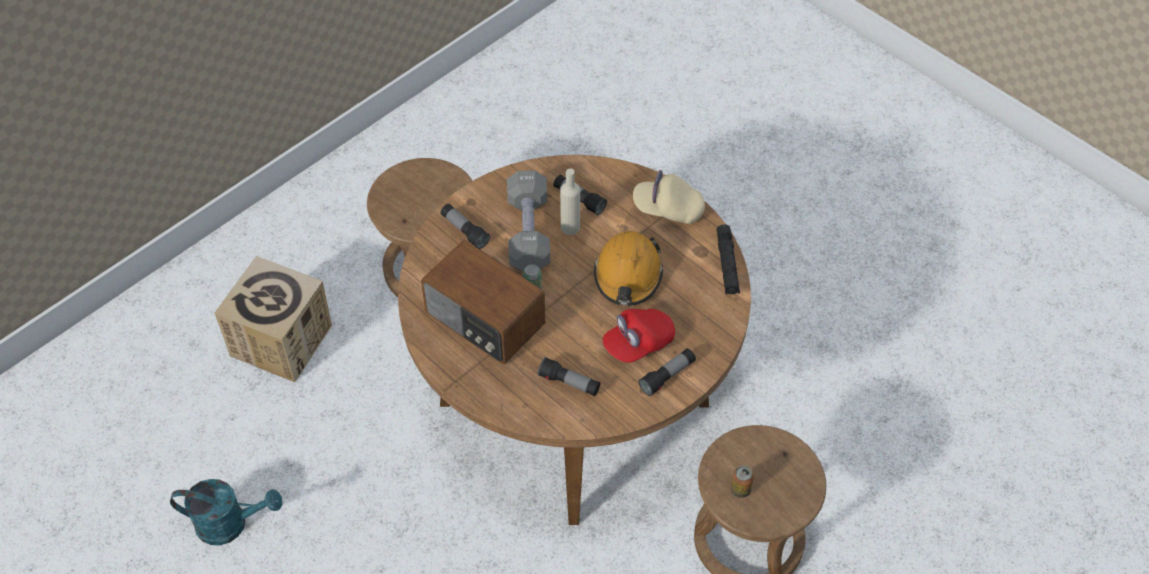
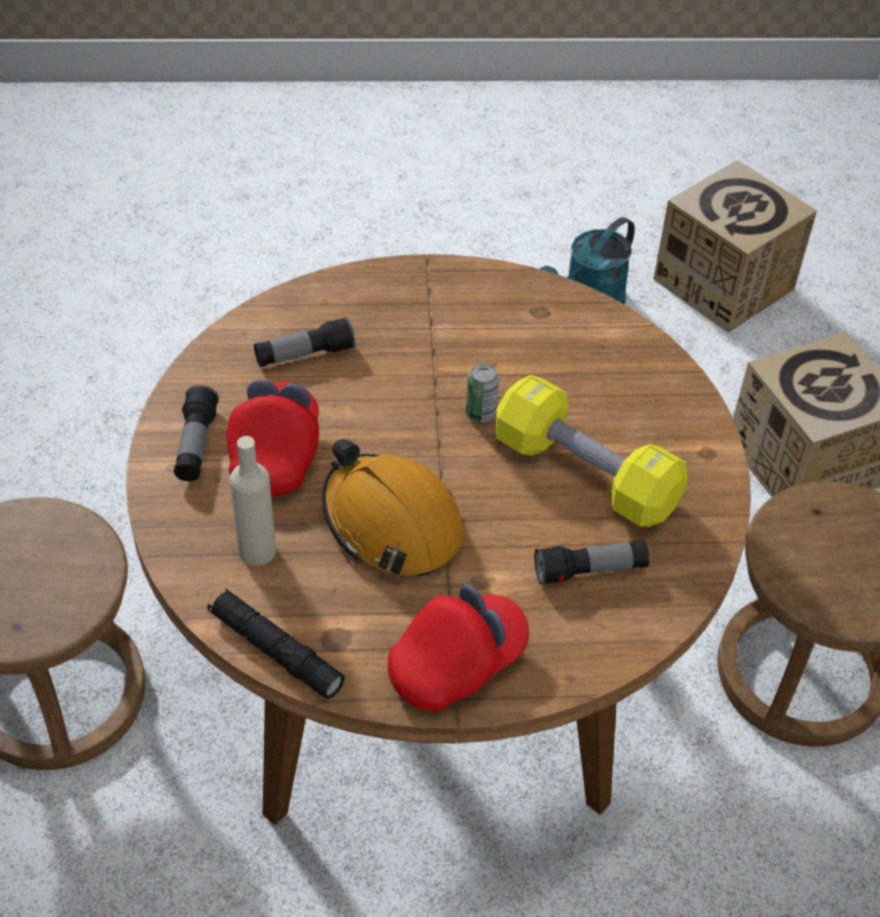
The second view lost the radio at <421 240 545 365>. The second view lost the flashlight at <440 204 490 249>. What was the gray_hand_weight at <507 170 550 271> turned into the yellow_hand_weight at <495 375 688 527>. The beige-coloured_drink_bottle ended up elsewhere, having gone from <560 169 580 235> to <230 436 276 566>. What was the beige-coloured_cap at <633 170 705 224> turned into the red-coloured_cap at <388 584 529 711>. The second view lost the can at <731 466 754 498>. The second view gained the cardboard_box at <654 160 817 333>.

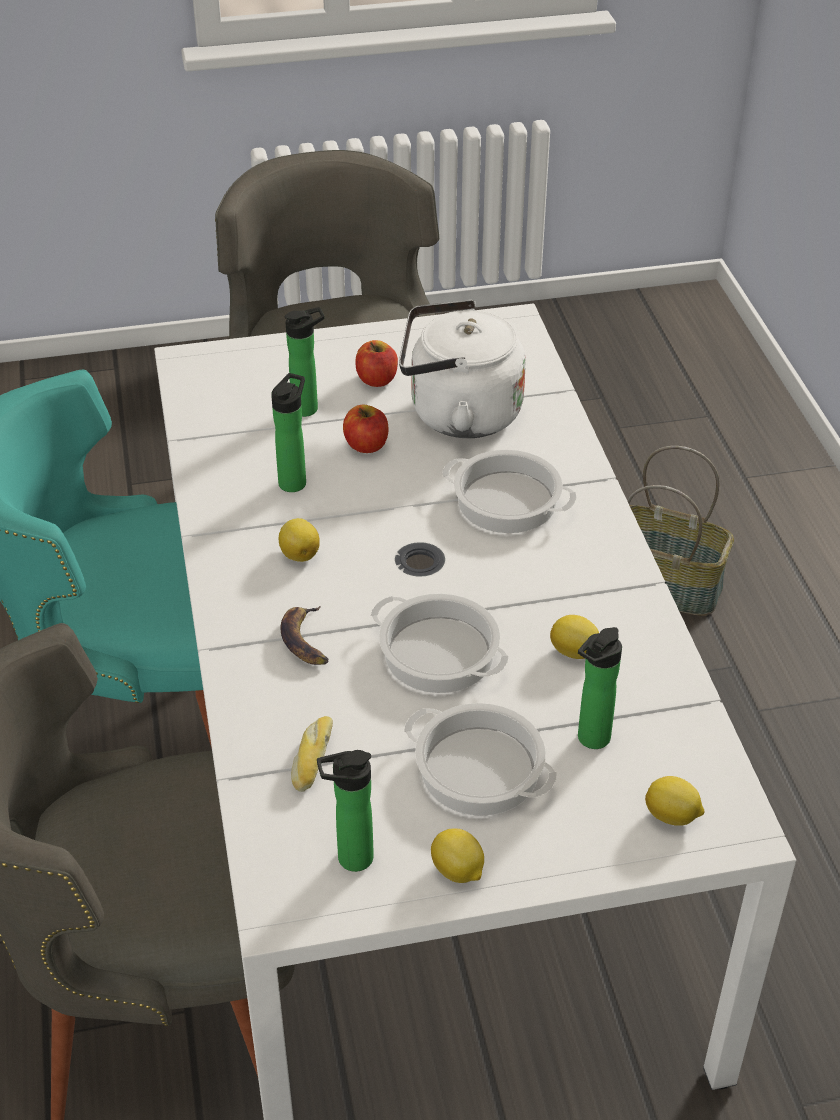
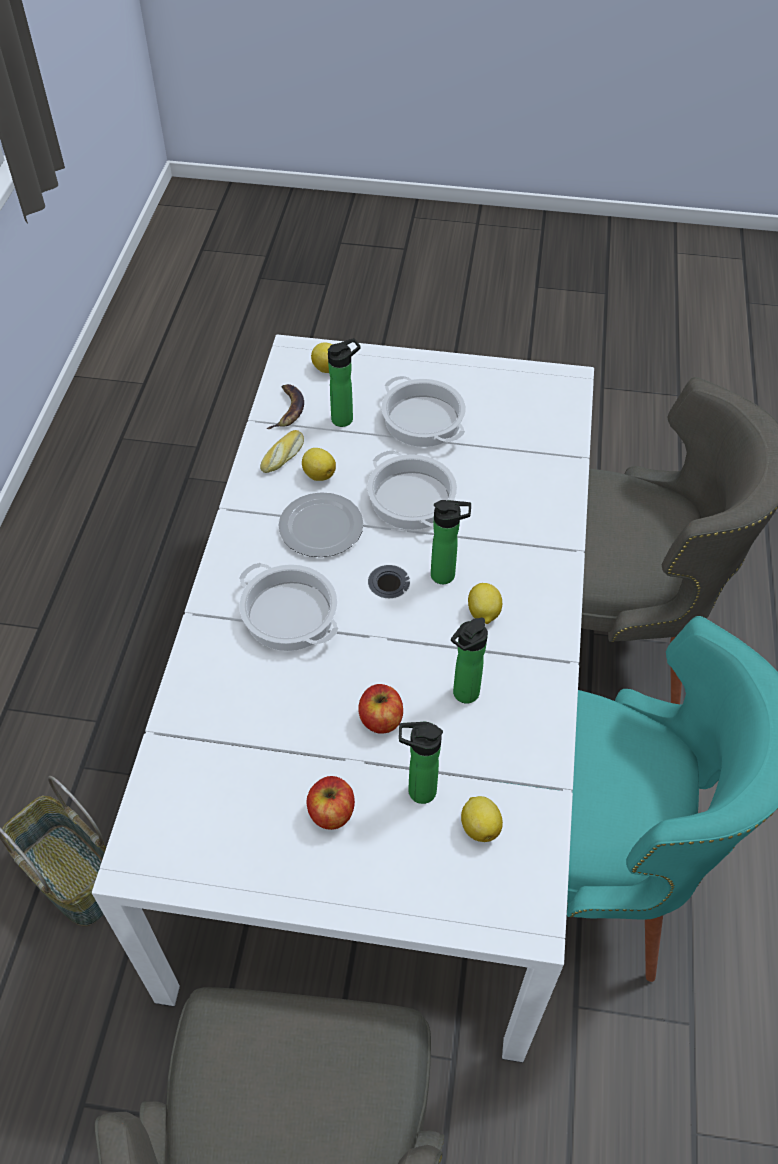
The banana_fruit ended up elsewhere, having gone from <281 606 329 665> to <267 384 304 429>. The baked_bread ended up elsewhere, having gone from <291 716 333 792> to <260 430 304 473>. The drink_bottle ended up elsewhere, having gone from <317 750 374 872> to <431 500 471 584>. The second view lost the white_tea_kettle at <399 300 526 438>. The citrus_fruit ended up elsewhere, having gone from <431 828 484 883> to <461 796 503 842>. The second view gained the flat_dish at <279 492 363 557>.

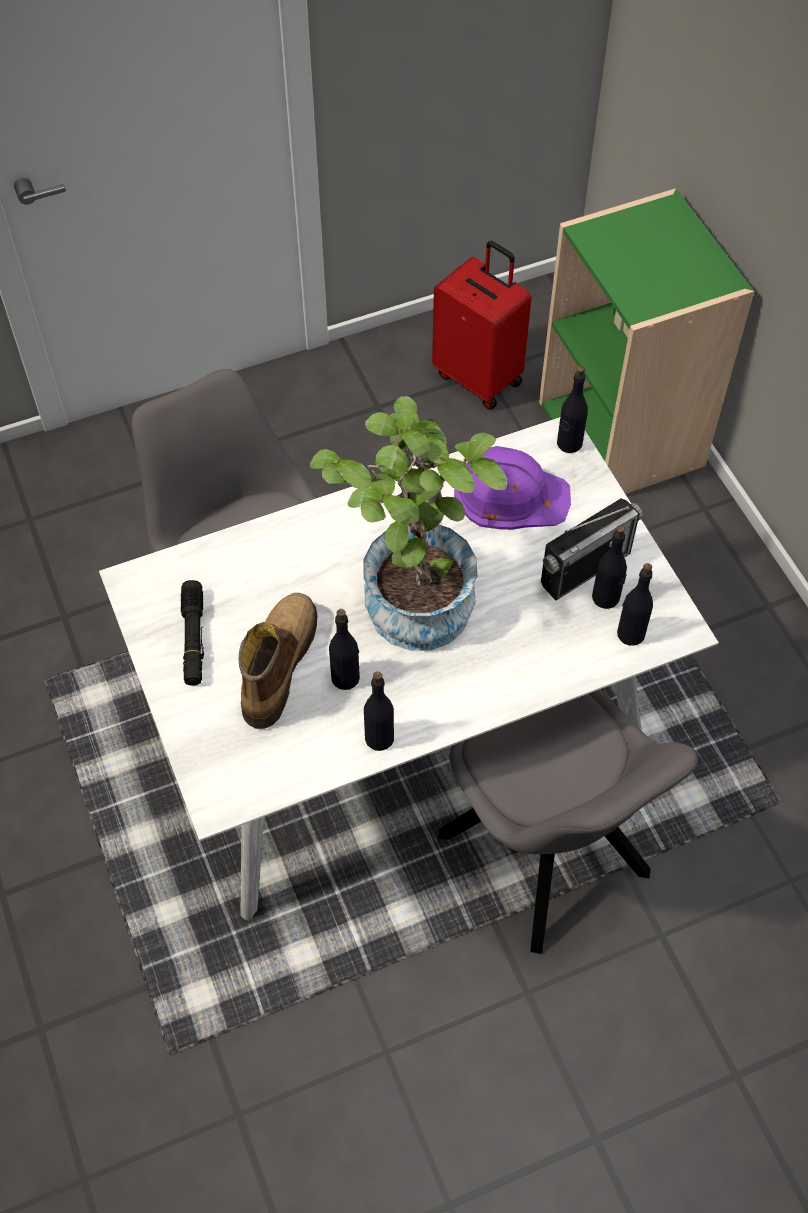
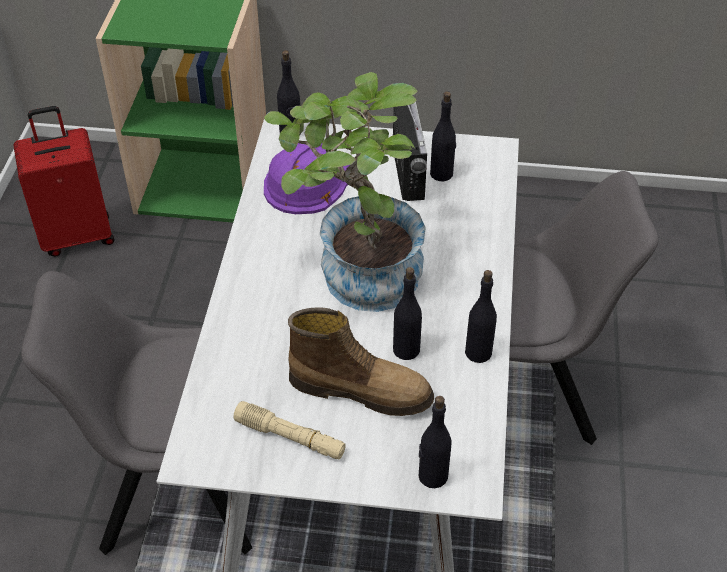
What was the black_flashlight at <181 580 204 686> turned into the beige-coloured_flashlight at <233 401 346 459>. The tall_boot at <239 593 317 729> ended up facing another way, 150 degrees clockwise from before. The black_drink_bottle ended up elsewhere, having gone from <617 563 653 646> to <419 396 451 488>.

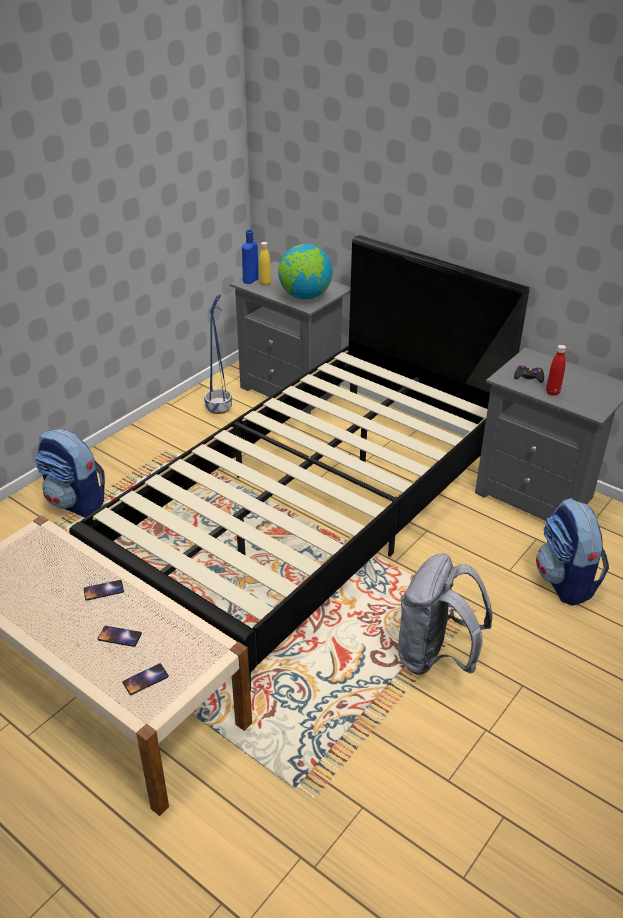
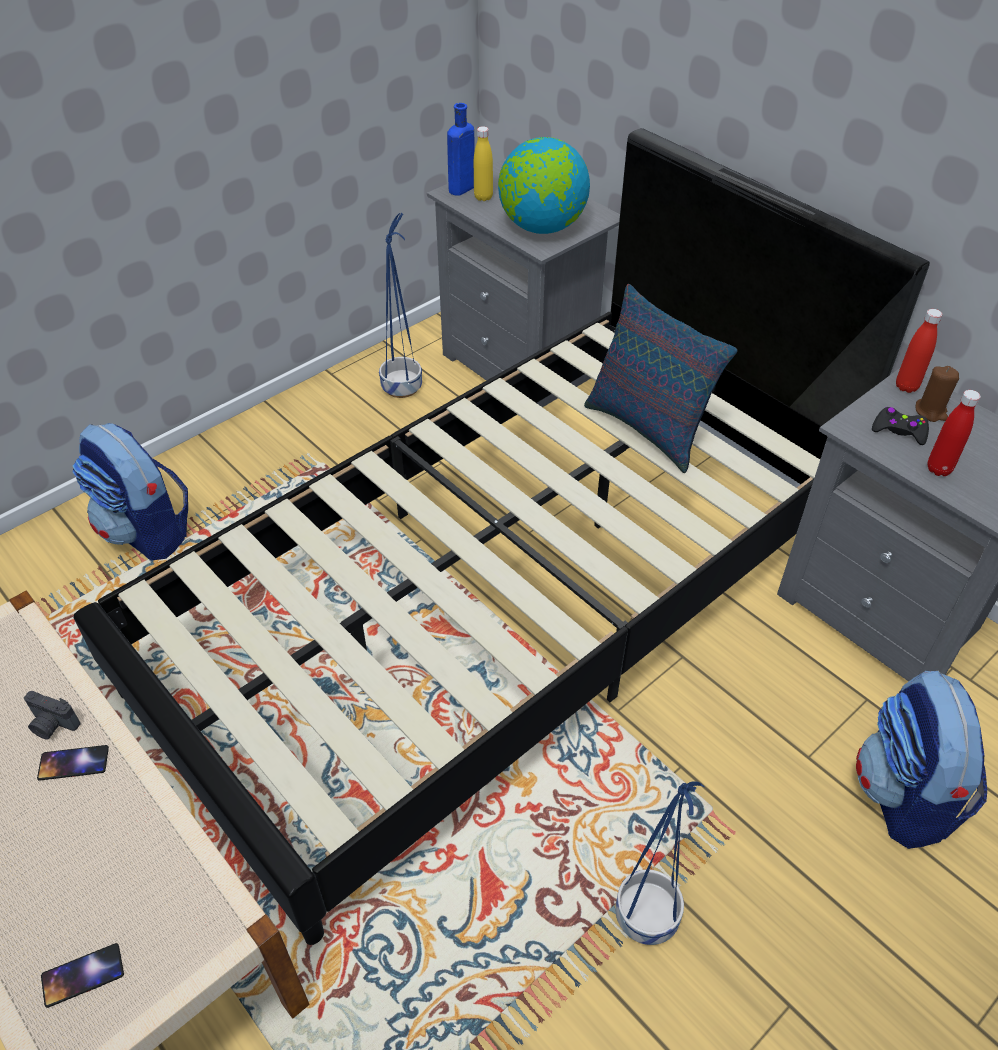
The second view lost the handset at <98 626 142 647>. Where the gray_backpack stood at <398 553 492 674>, the bluish_plant_pot came to stand at <615 781 705 945>. The second view gained the still_camera at <24 691 81 740>. The second view gained the bluish_pillow at <584 284 738 473>. The second view gained the red-coloured_drink_bottle at <896 309 942 393>. The second view gained the brown-coloured_candle at <916 366 959 422>.

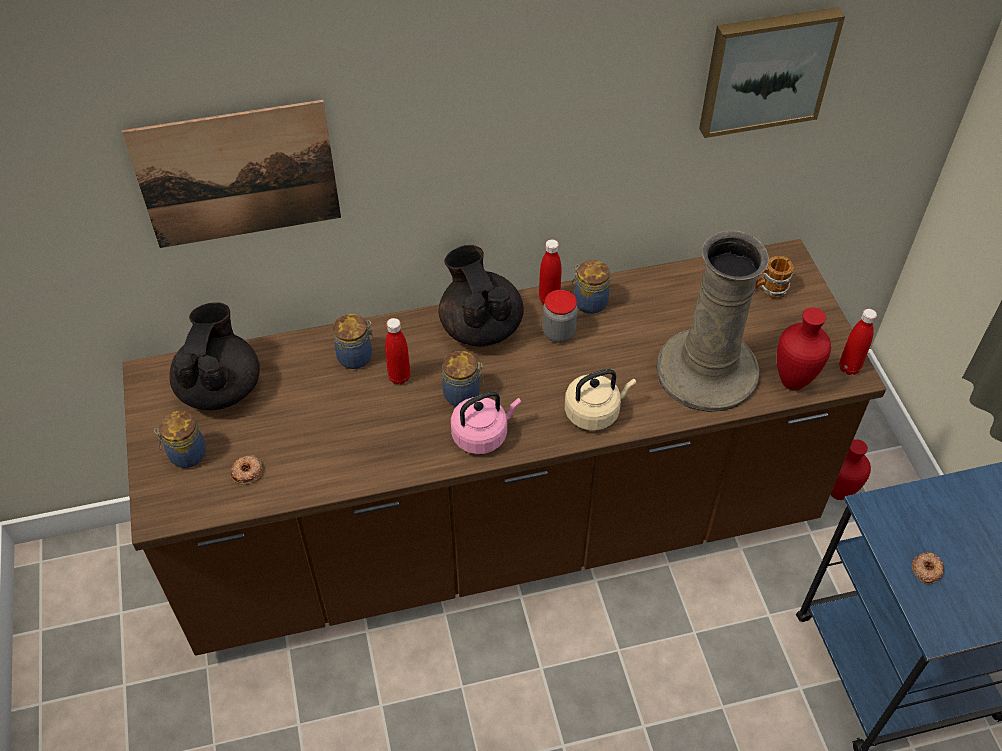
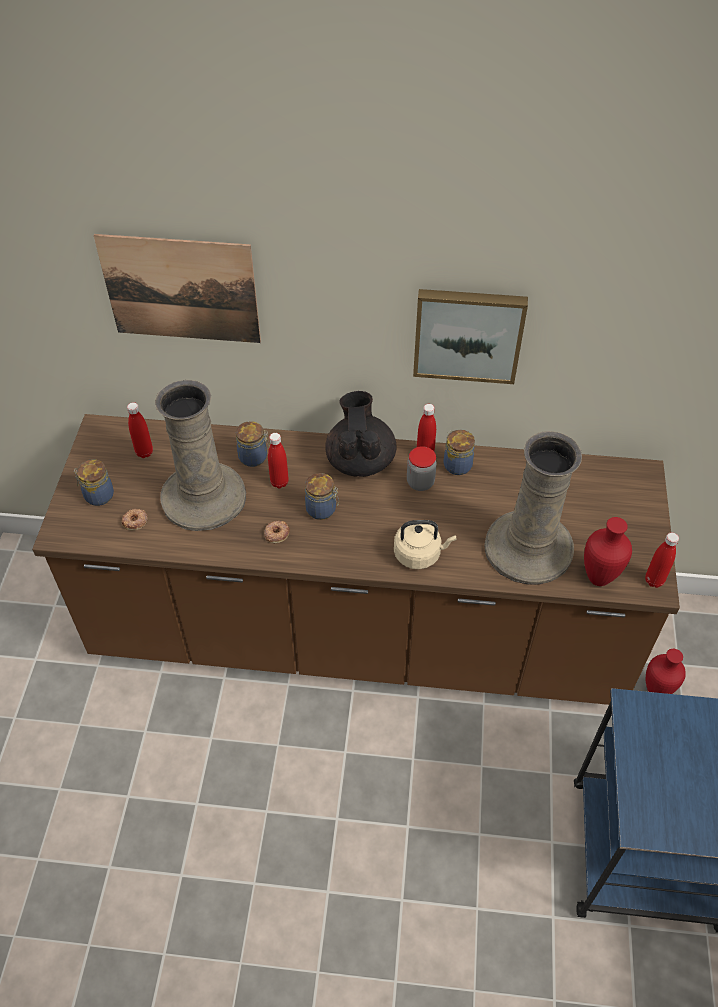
Where the black_tea_pot stood at <169 302 260 410>, the red-coloured_drink_bottle came to stand at <127 402 153 458>. The second view lost the pink_tea_kettle at <451 391 521 454>. The wall_picture ended up elsewhere, having gone from <699 7 845 138> to <413 289 528 384>. The second view lost the coffee_mug at <755 256 794 299>. The ring_doughnut ended up elsewhere, having gone from <912 552 944 584> to <264 521 290 543>. The second view gained the beige-coloured_vase at <155 380 246 531>.

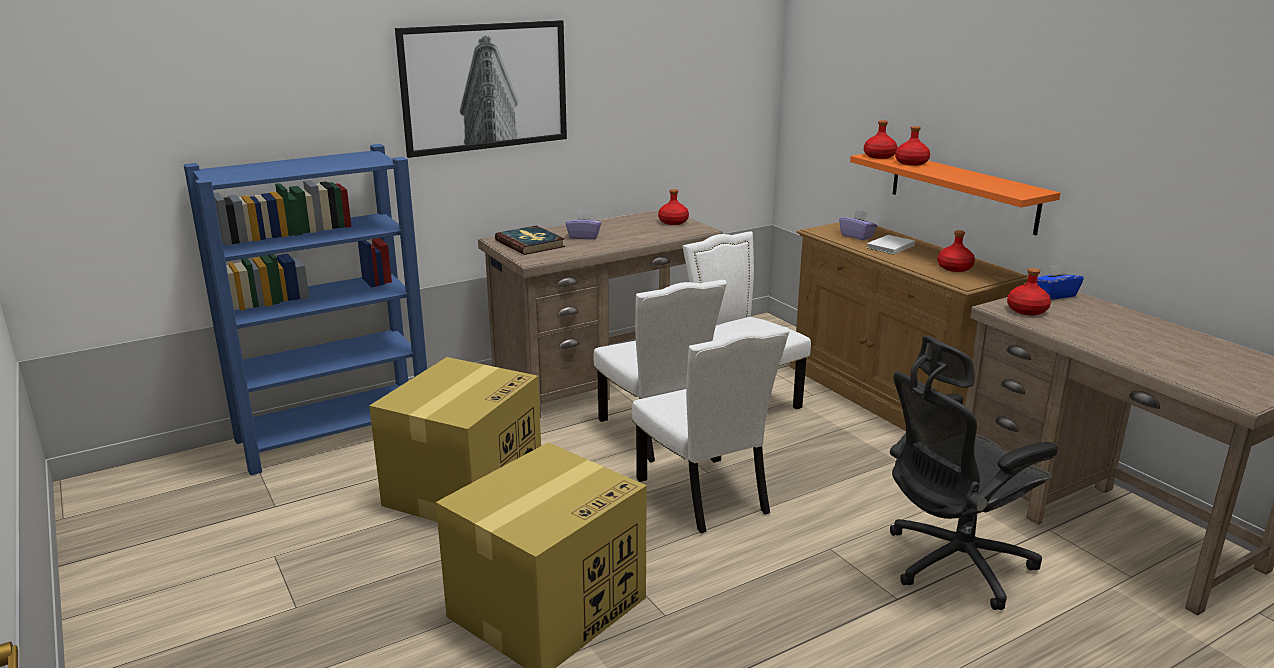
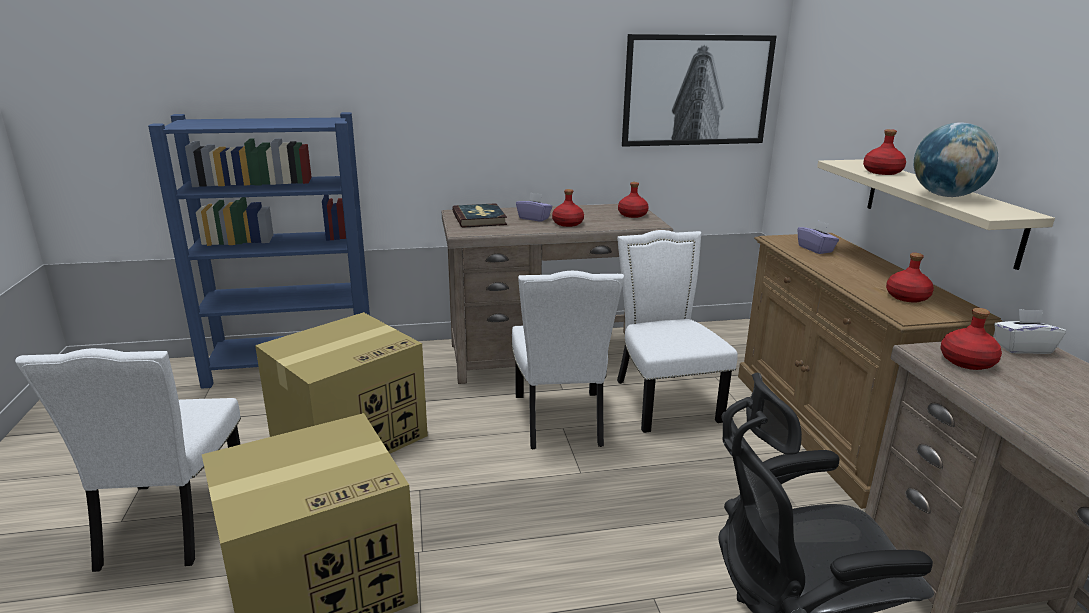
The wall_picture ended up elsewhere, having gone from <395 20 567 158> to <622 34 776 147>. The white_upright_chair ended up elsewhere, having gone from <632 327 789 533> to <15 348 241 572>. What was the orangey_shelf at <850 154 1060 235> turned into the beige-coloured_shelf at <817 159 1055 270>. The red-coloured_drink_bottle ended up elsewhere, having gone from <864 120 897 159> to <552 189 584 227>. The second view lost the white_bound_book at <867 235 915 255>. What was the bluish_tissue_box at <1037 264 1084 300> turned into the white_tissue_box at <994 309 1066 354>. The second view gained the world_globe at <914 122 998 197>.

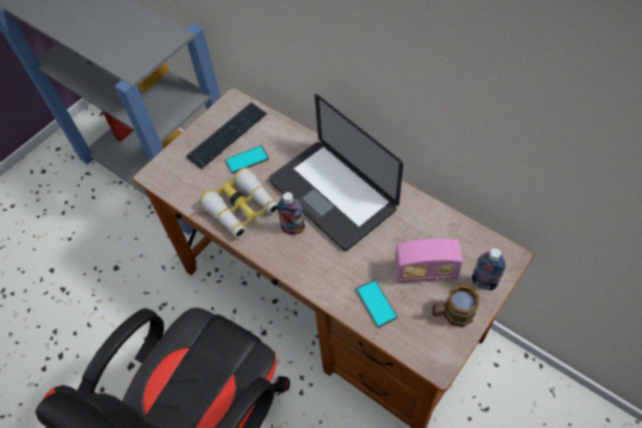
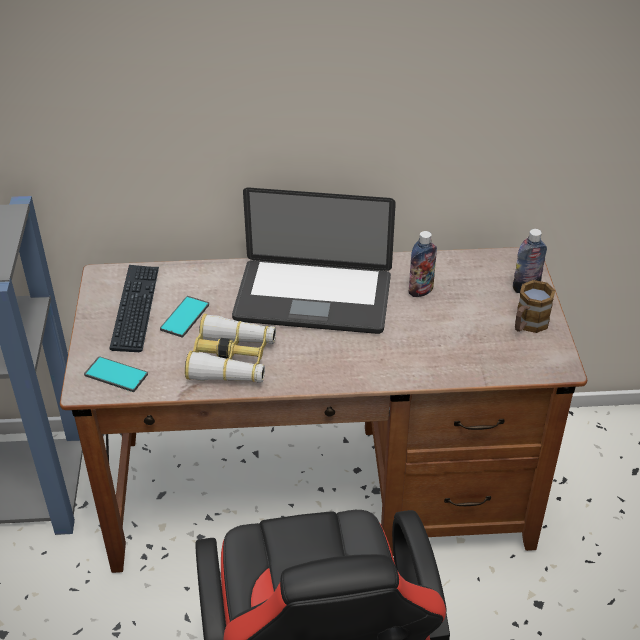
The drink_bottle ended up elsewhere, having gone from <277 192 305 235> to <409 231 437 297>. The handset ended up elsewhere, having gone from <356 279 398 328> to <84 356 148 392>. The second view lost the radio at <395 238 463 283>.

